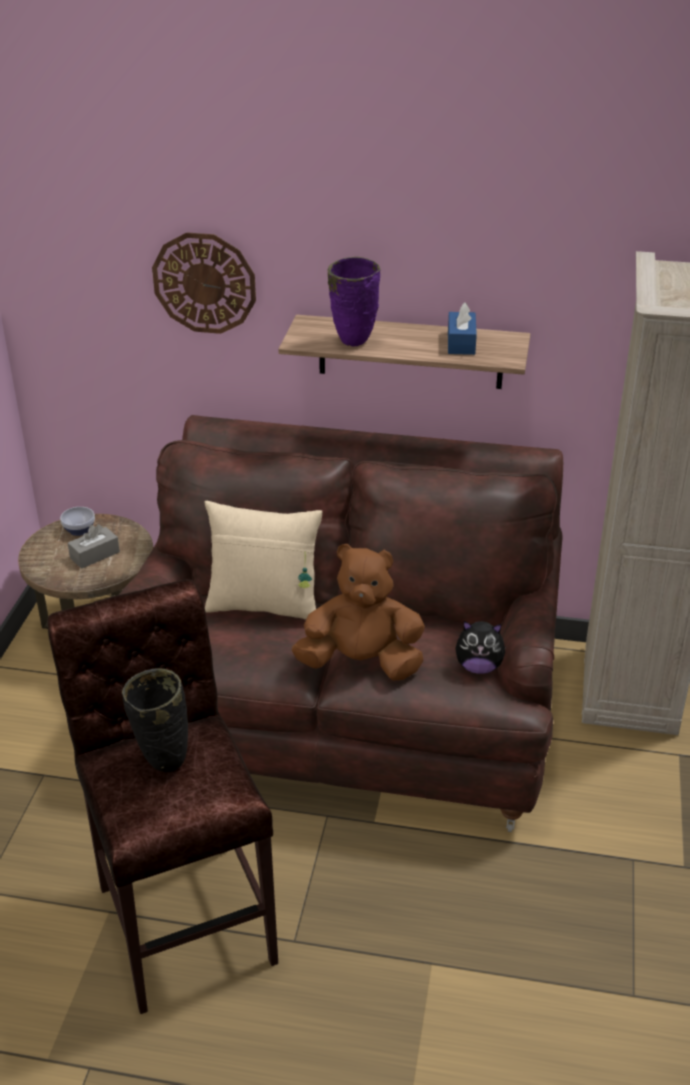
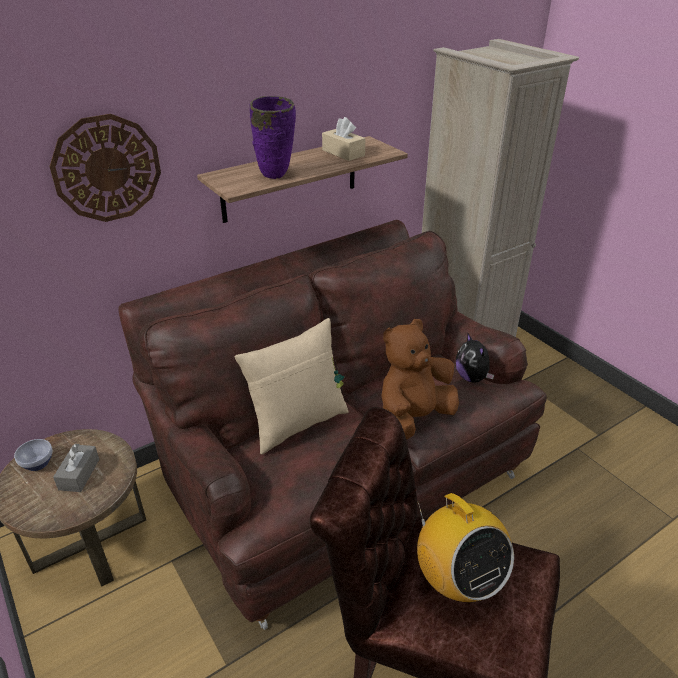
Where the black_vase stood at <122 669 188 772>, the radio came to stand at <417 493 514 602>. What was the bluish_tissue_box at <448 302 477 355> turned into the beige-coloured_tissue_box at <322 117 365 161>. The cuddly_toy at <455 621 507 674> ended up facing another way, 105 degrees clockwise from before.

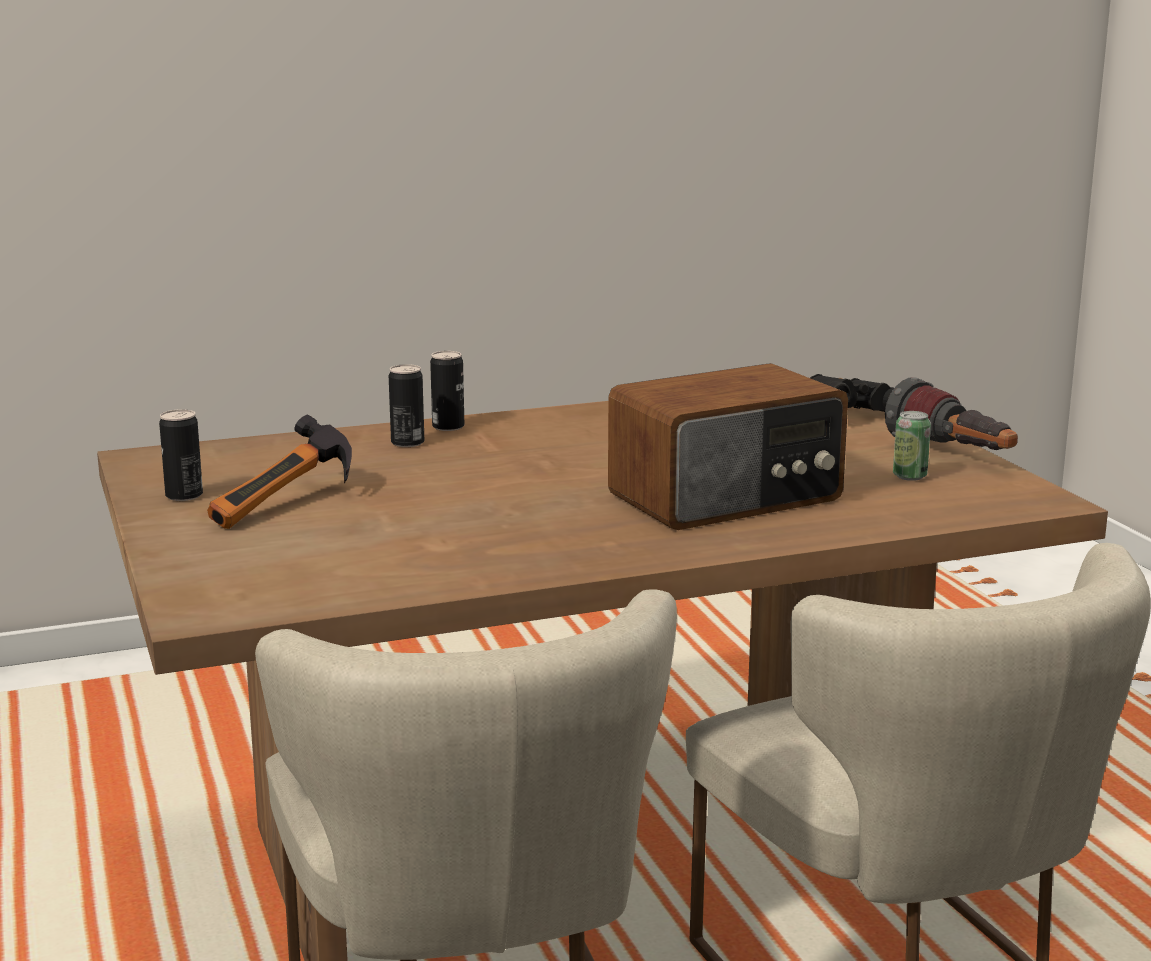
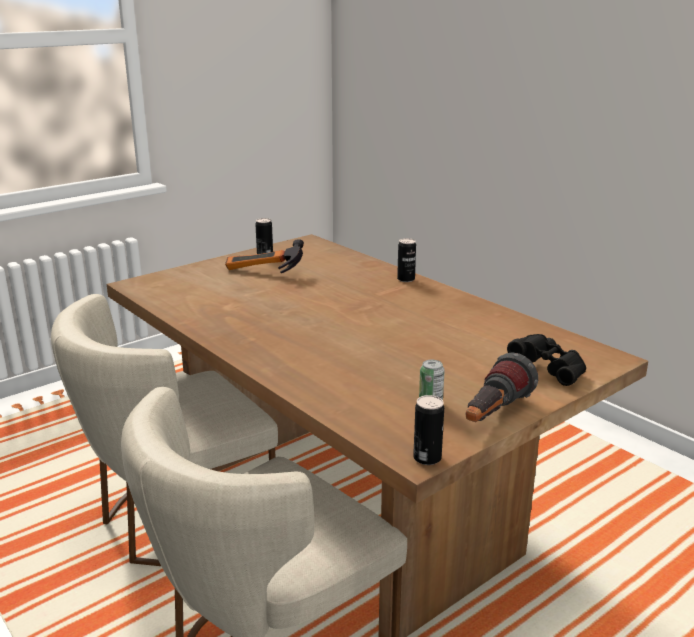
The can ended up elsewhere, having gone from <389 364 424 447> to <413 395 444 465>. The second view lost the radio at <608 363 848 530>.

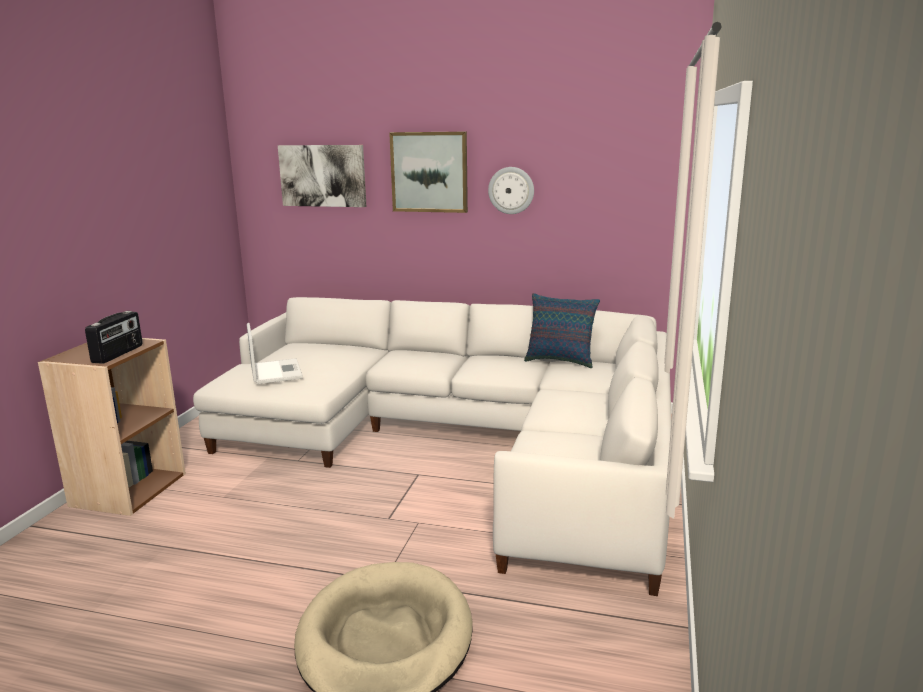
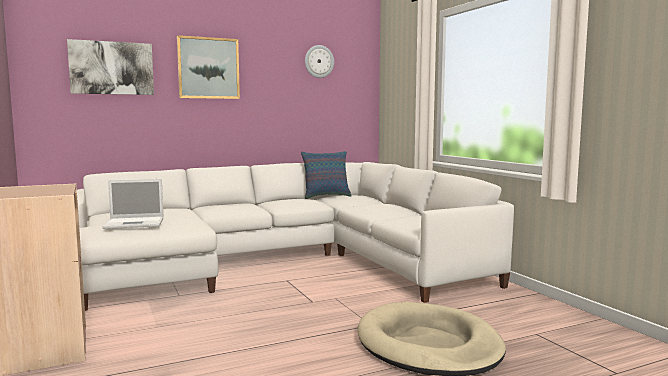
The second view lost the radio at <85 311 142 364>. The notebook_computer at <247 323 303 384> ended up facing another way, 135 degrees clockwise from before. The clock_on_the_wall ended up elsewhere, having gone from <488 167 534 214> to <305 45 334 78>.

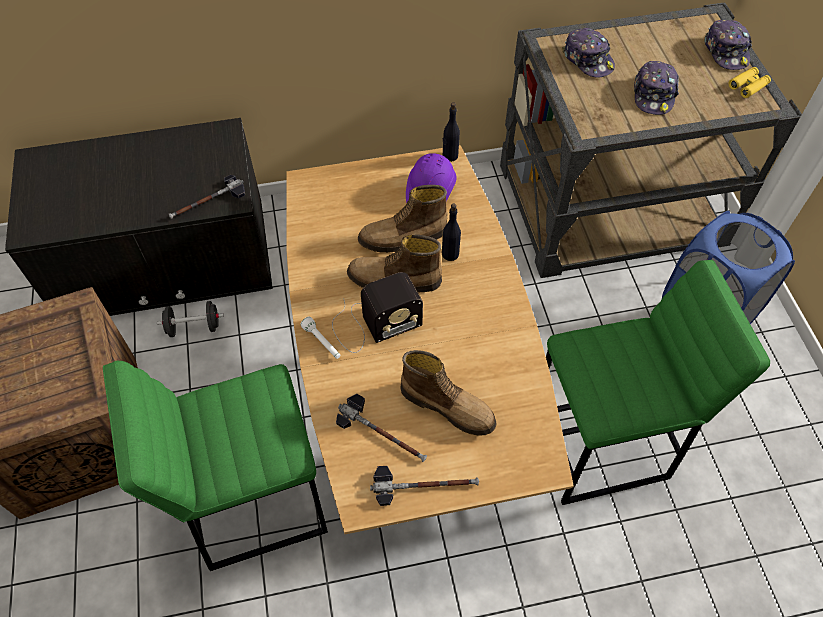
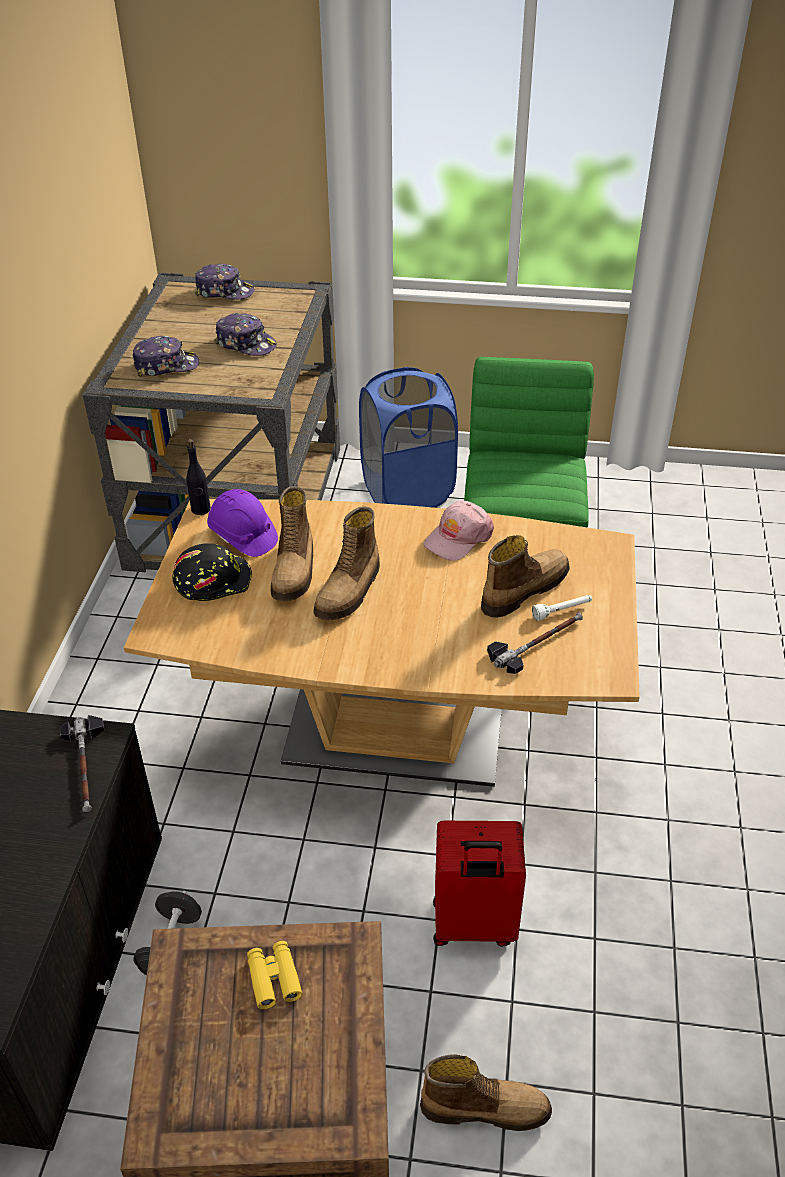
Where the green-coloured_stool_seat stood at <103 361 328 571>, the red-coloured_suitcase came to stand at <433 821 526 947>. The white_flashlight ended up elsewhere, having gone from <300 317 340 359> to <532 595 592 621>. The second view lost the radio at <332 272 423 353>. The second view lost the tool_hammer at <370 466 479 506>. The second view lost the black_drink_bottle at <442 204 461 261>. The yellow_pair_of_binoculars ended up elsewhere, having gone from <729 67 771 98> to <247 941 302 1009>. The second view gained the black_hard_hat at <172 543 252 601>. The second view gained the tall_boot at <420 1054 552 1131>. The second view gained the pink_cap at <423 501 494 561>.

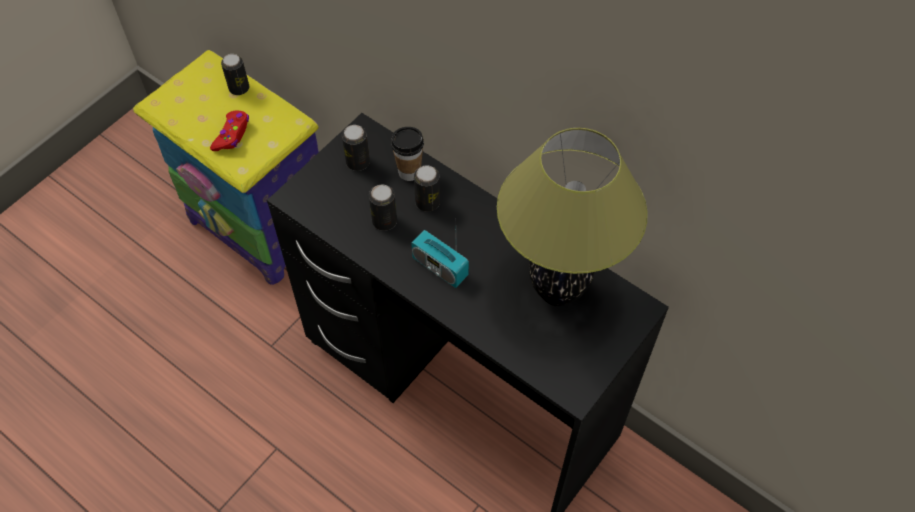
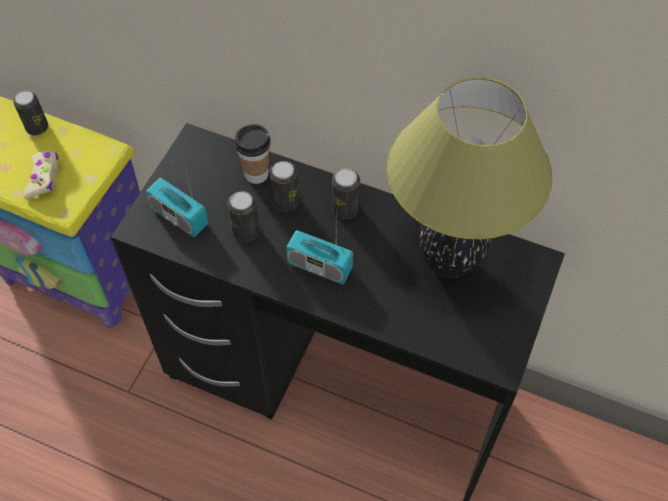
What was the red-coloured_gamepad at <210 111 249 151> turned into the beige-coloured_gamepad at <23 150 58 200>. The can ended up elsewhere, having gone from <342 125 370 171> to <332 169 360 219>. The second view gained the radio at <146 160 208 237>.

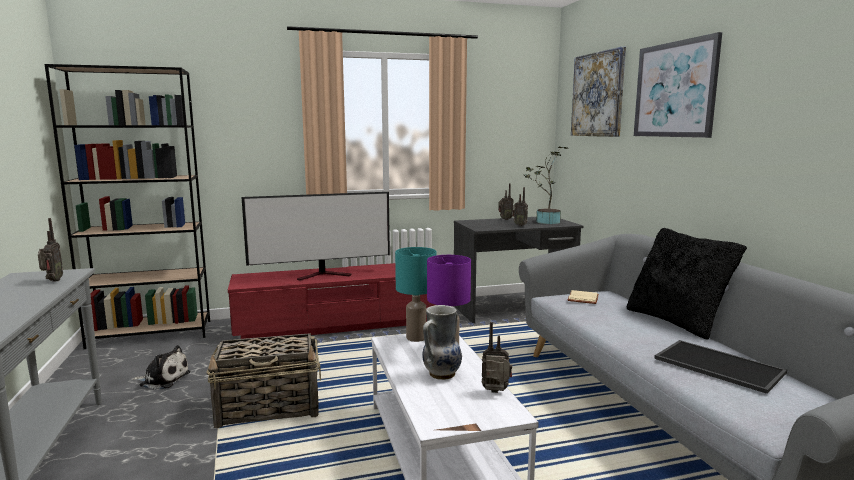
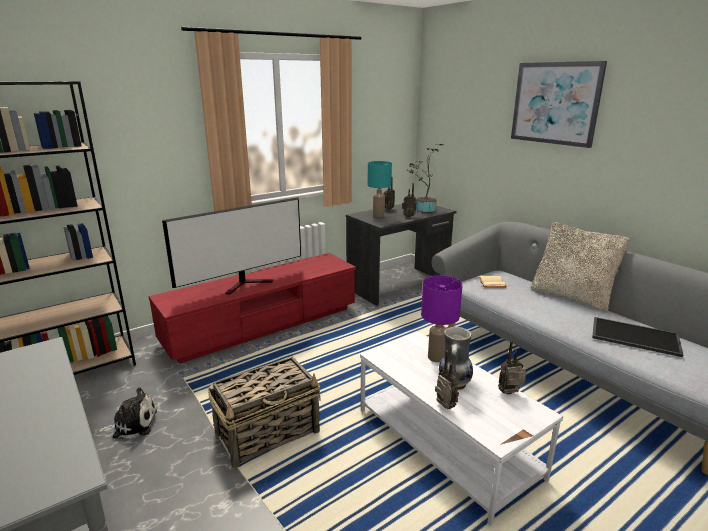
The radio ended up elsewhere, having gone from <38 218 63 282> to <435 350 459 409>. The blue-green_tabletop_lamp ended up elsewhere, having gone from <395 247 437 342> to <368 161 392 217>. The second view lost the wall_picture at <571 46 626 137>. What was the black_pillow at <627 228 747 339> turned into the beige-coloured_pillow at <530 222 631 312>.

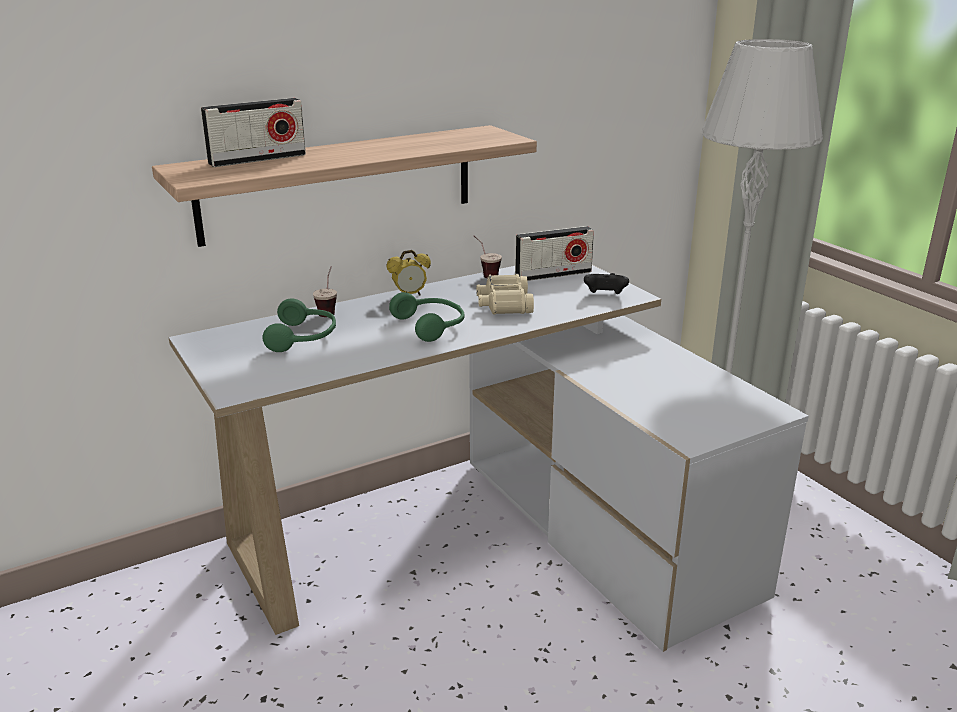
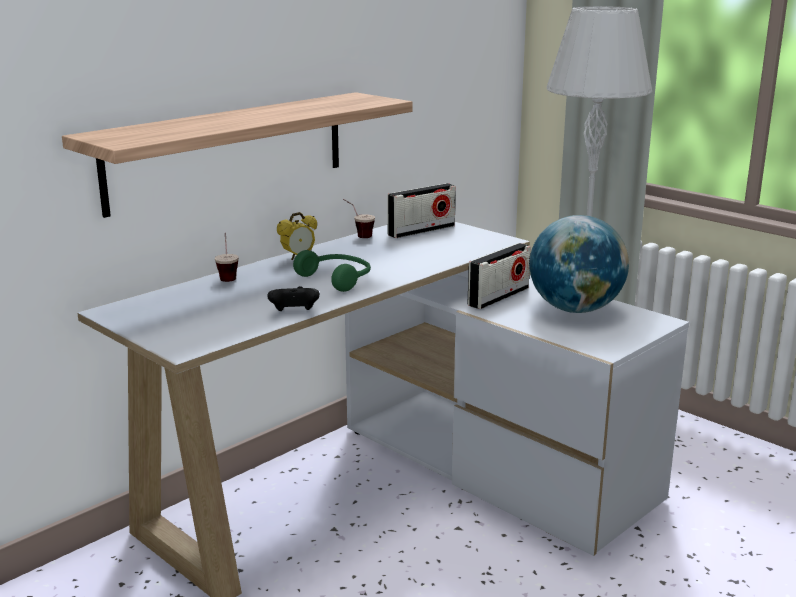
The radio ended up elsewhere, having gone from <201 98 306 167> to <468 243 531 309>. The second view lost the green-coloured_headphones at <263 299 336 352>. The second view lost the beige-coloured_pair_of_binoculars at <476 274 534 314>. The black_gamepad ended up elsewhere, having gone from <584 273 629 294> to <267 286 320 311>. The second view gained the world_globe at <529 215 629 313>.

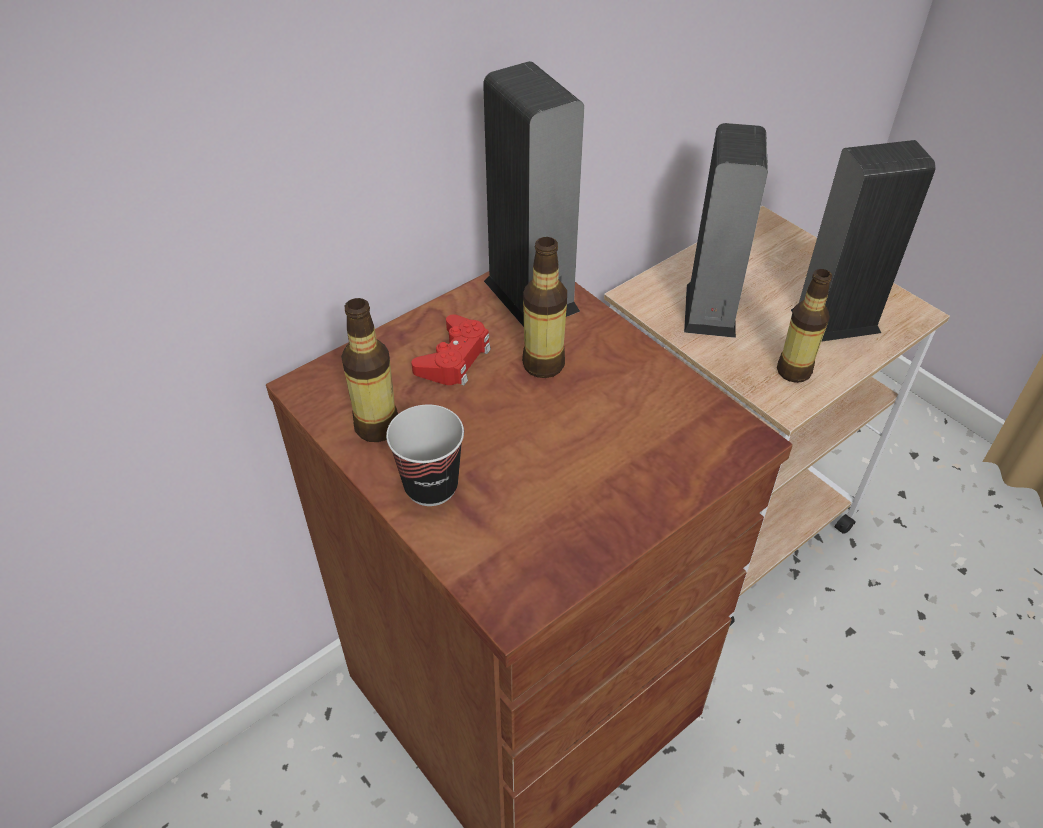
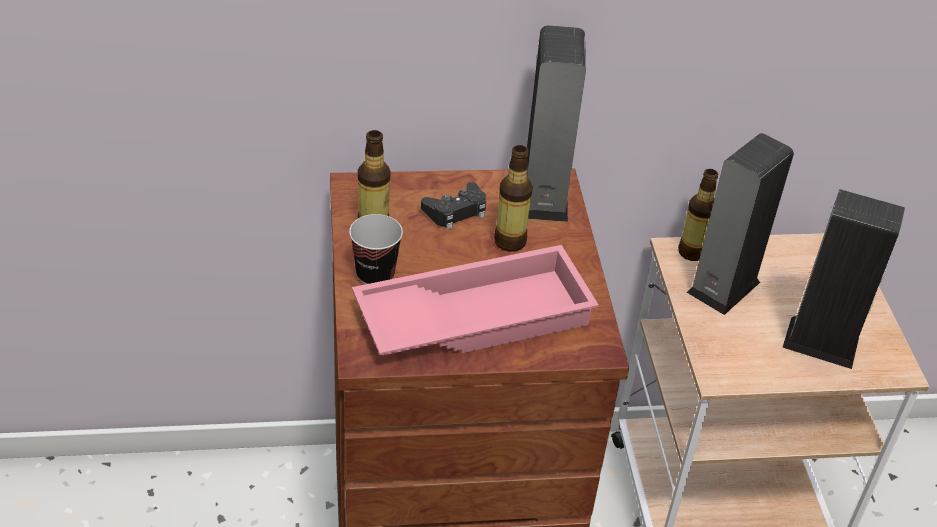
What was the red-coloured_gamepad at <411 314 491 386> turned into the black_gamepad at <421 182 486 230>. The drink_bottle ended up elsewhere, having gone from <777 269 832 383> to <678 169 718 261>. The second view gained the pink_serving_tray at <352 245 599 356>.

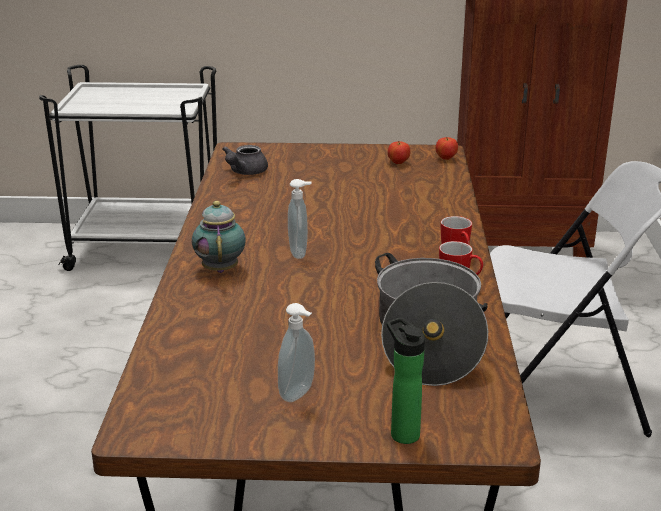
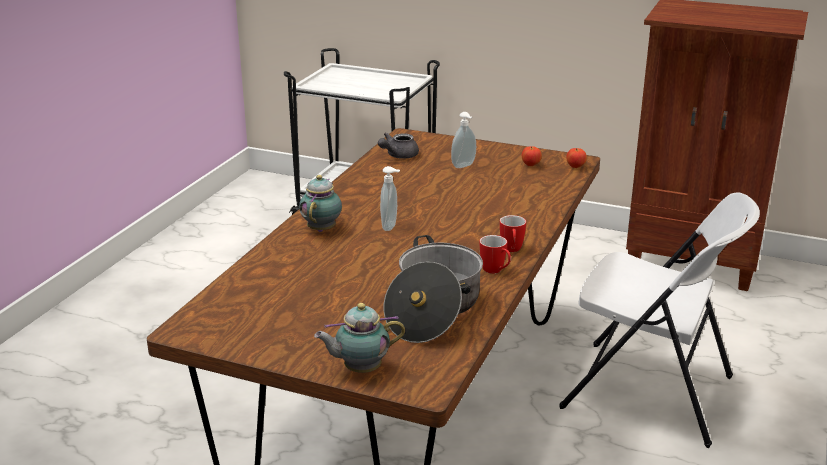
The soap_dispenser ended up elsewhere, having gone from <278 303 315 402> to <451 112 476 168>. Where the drink_bottle stood at <387 317 425 444>, the tea_pot came to stand at <314 303 405 373>.

